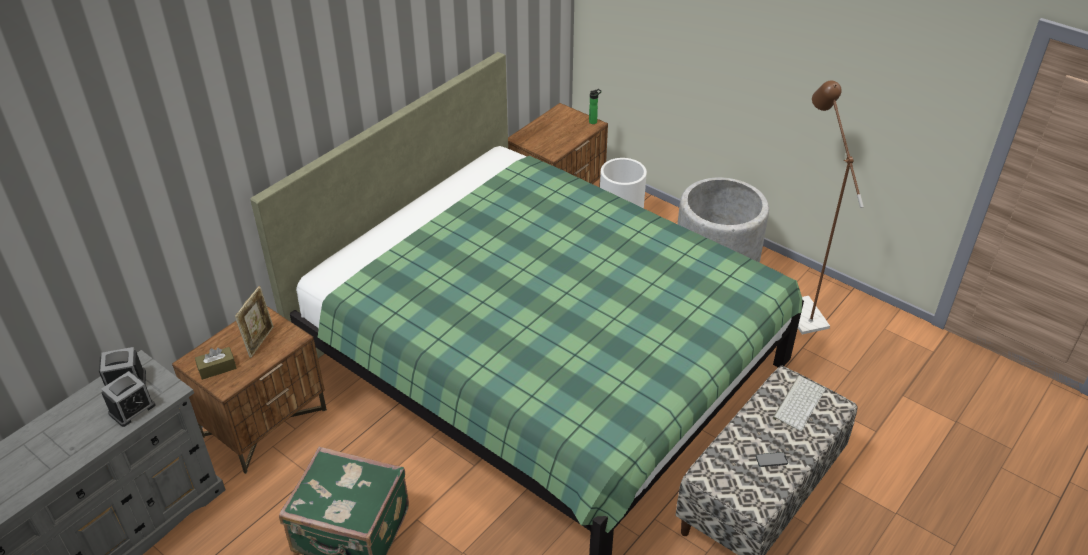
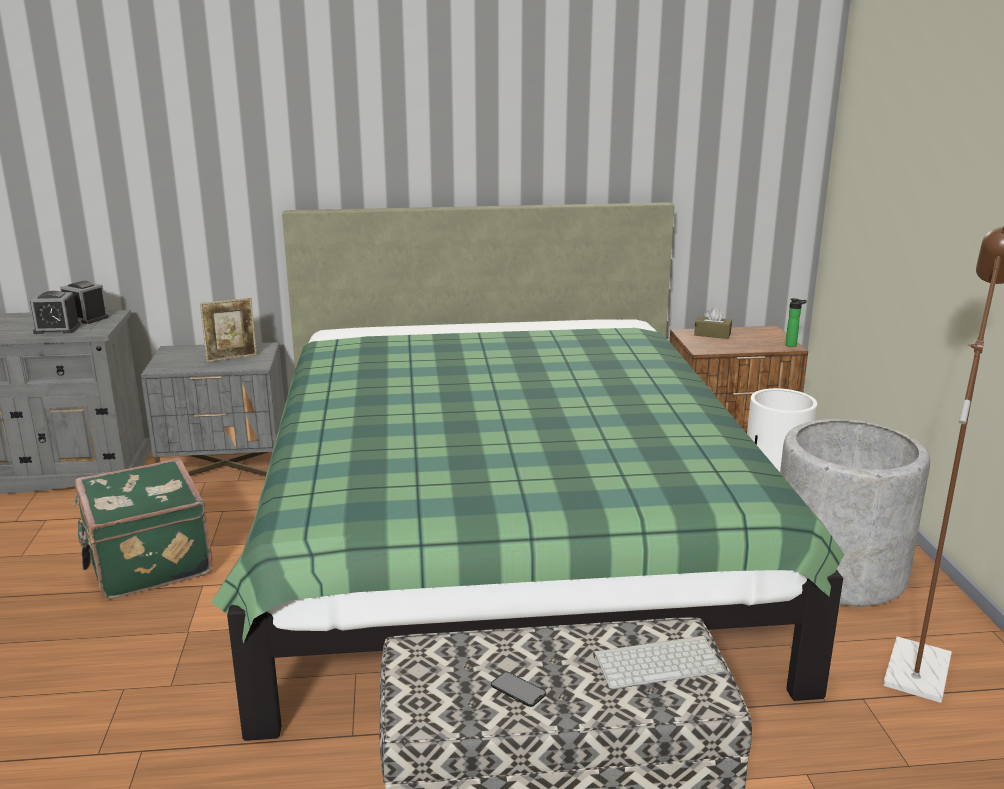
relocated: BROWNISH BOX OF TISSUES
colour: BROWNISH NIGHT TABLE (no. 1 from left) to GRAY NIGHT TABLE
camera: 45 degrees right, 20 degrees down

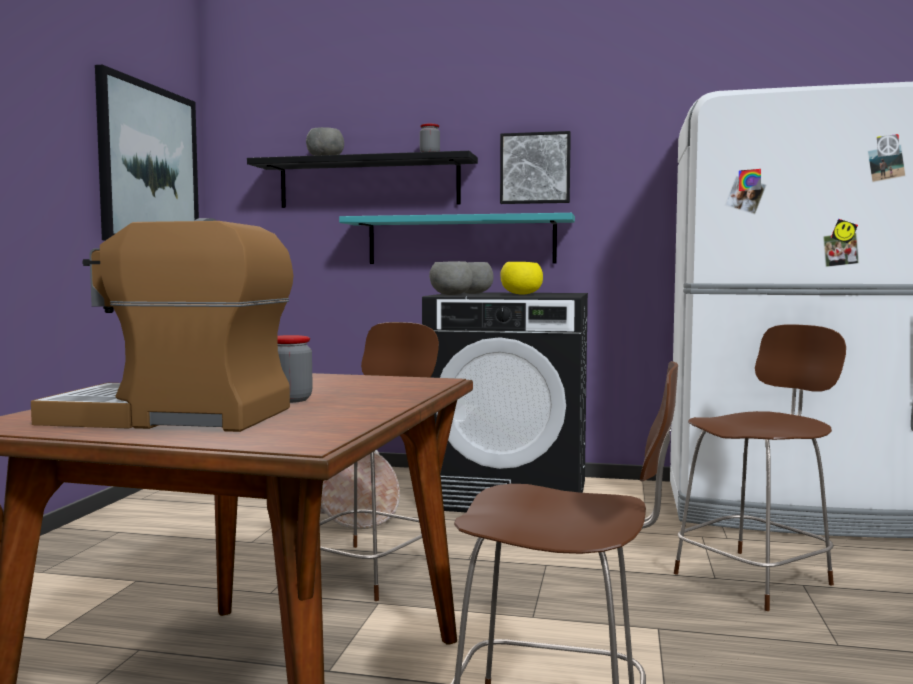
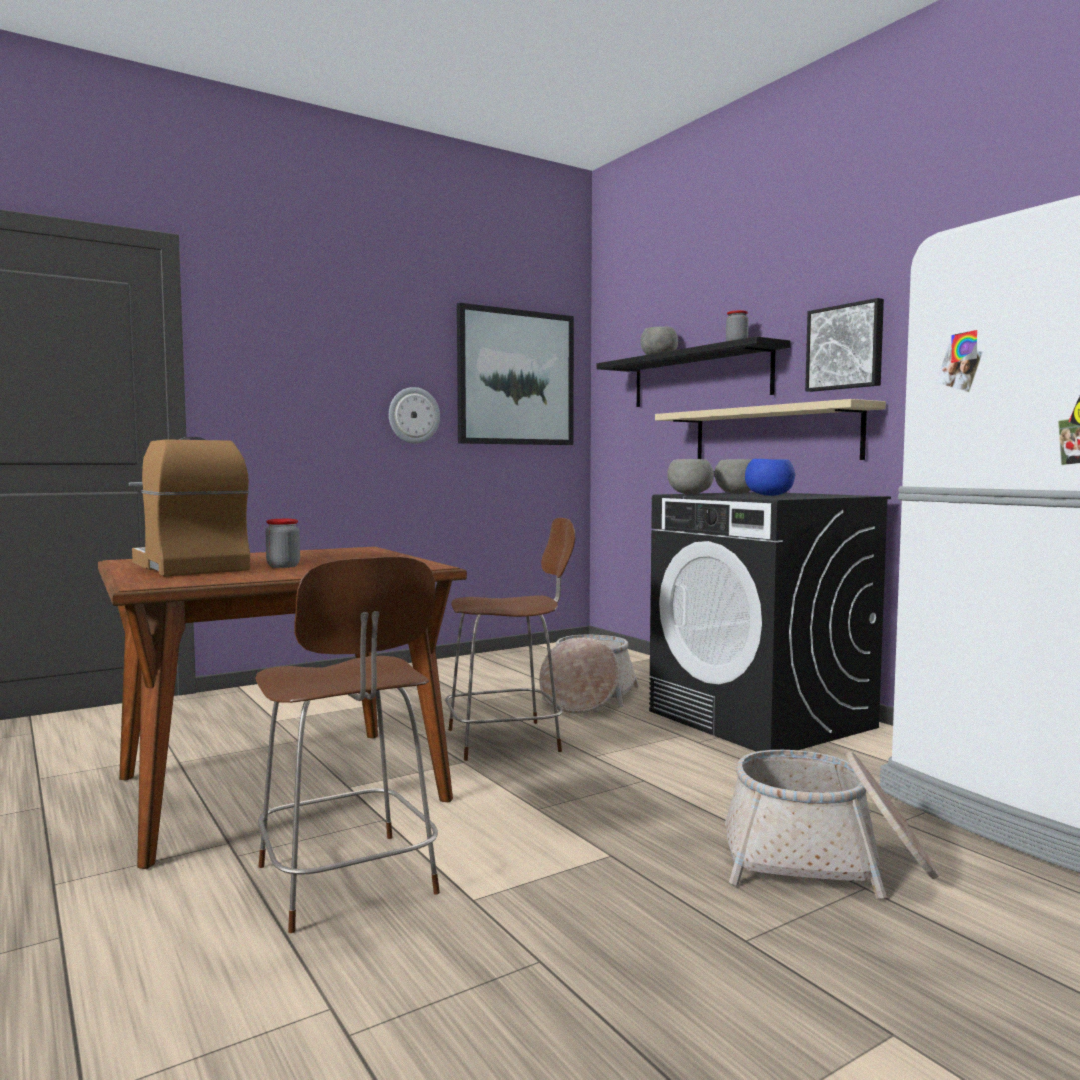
appeared: CLOCK ON THE WALL
exchanged: BROWNISH UPRIGHT CHAIR (no. 3 from left) to HOUSEHOLD BASKET (no. 2 from left)
colour: TURQUOISE BRACKET SHELF to BEIGE BRACKET SHELF; YELLOW-COLOURED SERVING BOWL to BLUISH SERVING BOWL
camera: 45 degrees right, 0 degrees up

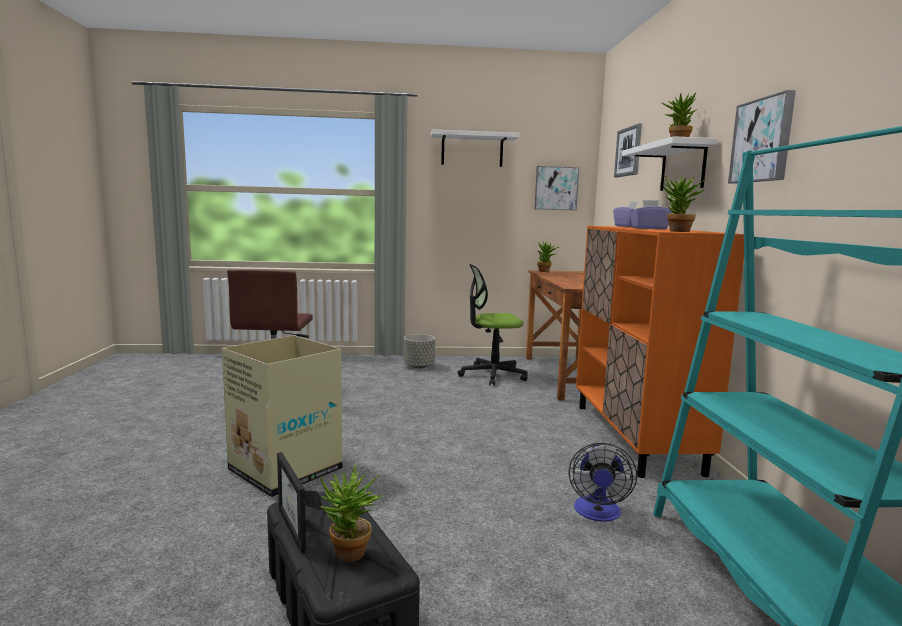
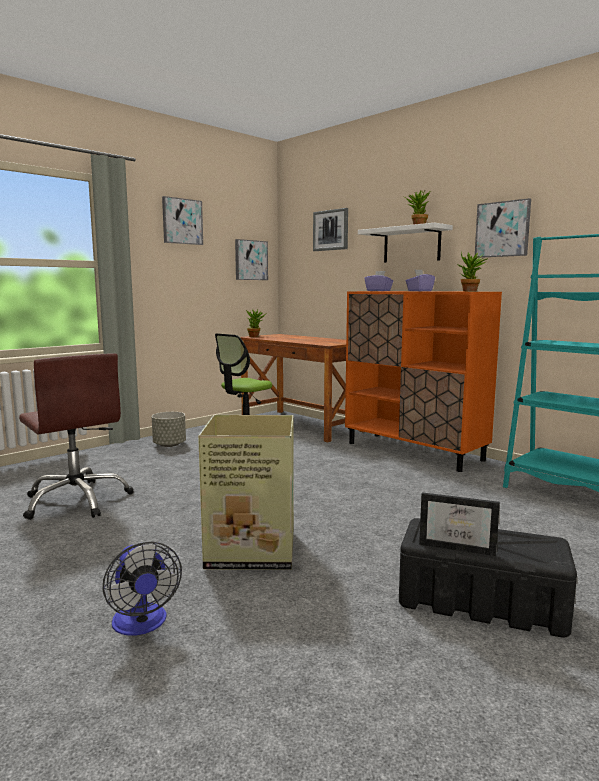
missing: POTTED PLANT (no. 1 from left)
relocated: FAN
exchanged: WHITISH BRACKET SHELF (no. 1 from left) to WALL PICTURE (no. 1 from left)
camera: 40 degrees left, 0 degrees up

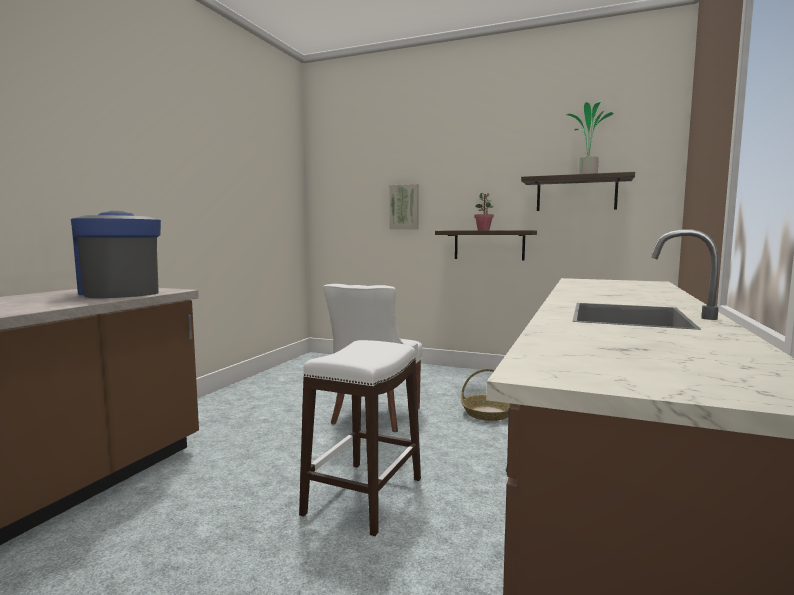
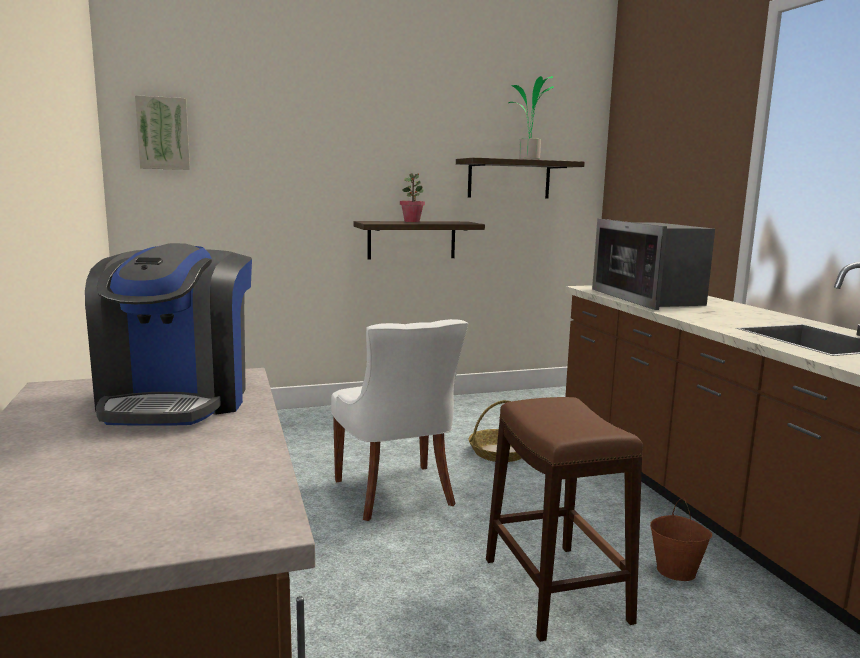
appeared: MICROWAVE; BROWNISH PAIL
relocated: WALL PICTURE
colour: WHITISH STOOL SEAT to BROWNISH STOOL SEAT
spun: COFFEE MAKER 105 degrees counterclockwise
camera: 40 degrees left, 5 degrees up

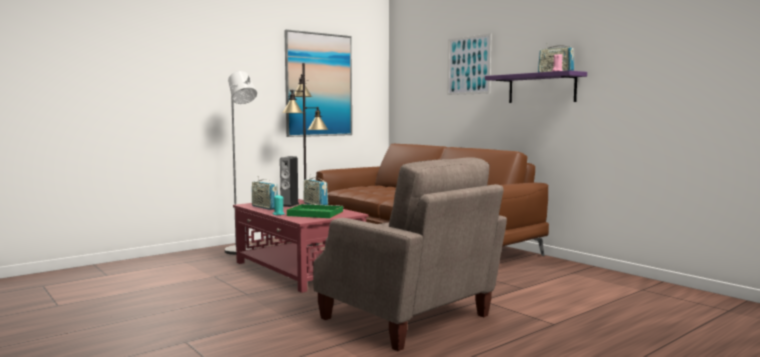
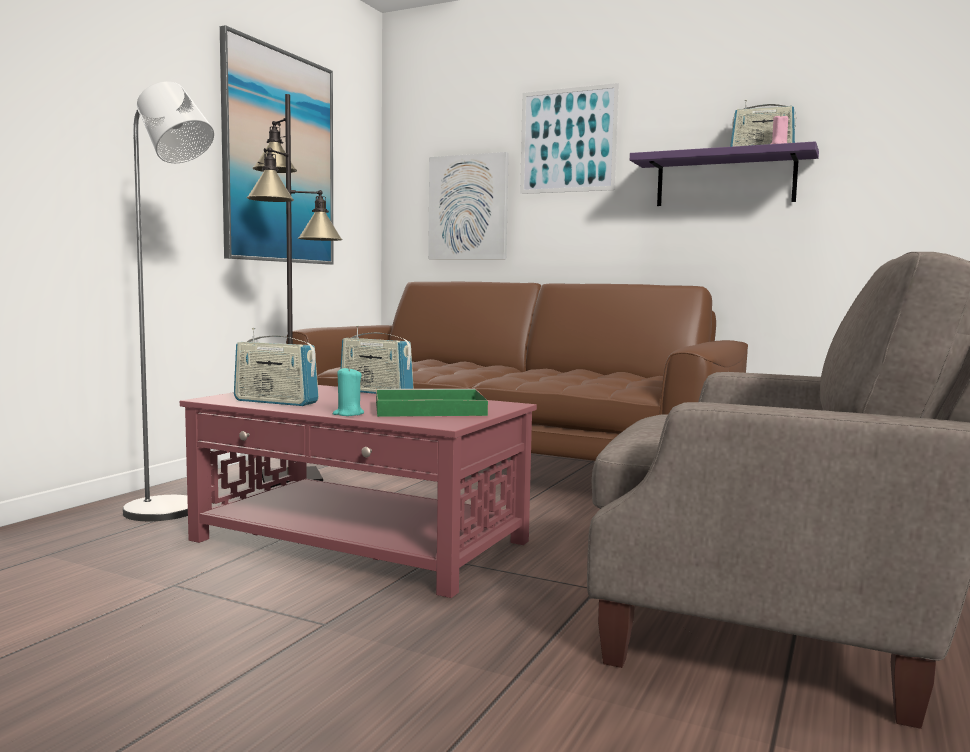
missing: LOUDSPEAKER
appeared: WALL PICTURE (no. 2 from left)
camera: 25 degrees left, 0 degrees up

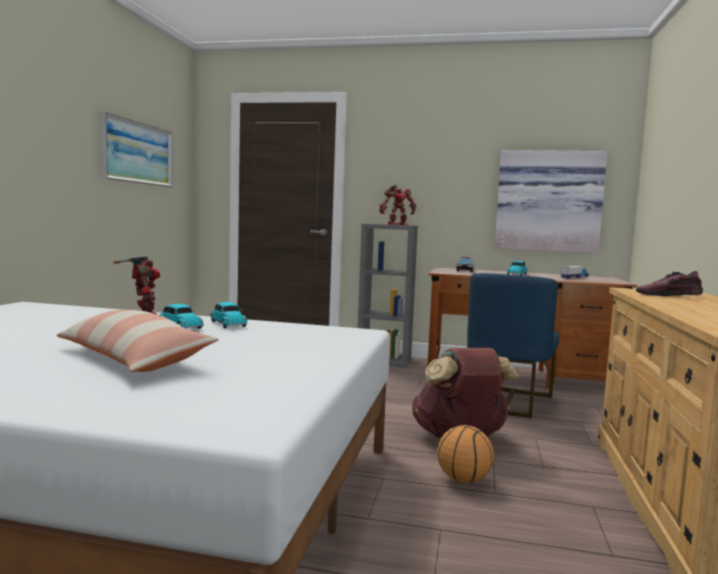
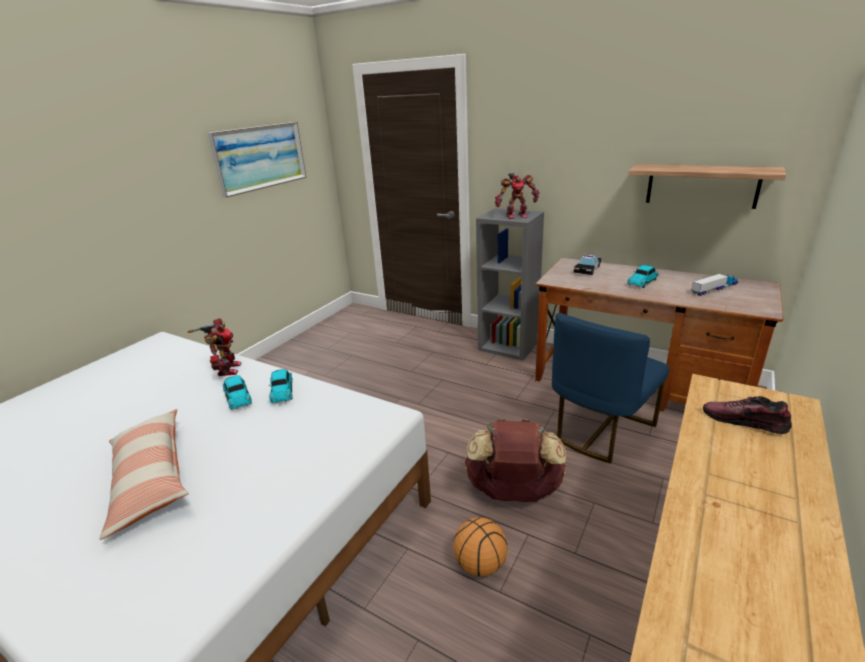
exchanged: WALL PICTURE (no. 2 from left) to BRACKET SHELF
camera: 20 degrees right, 20 degrees up

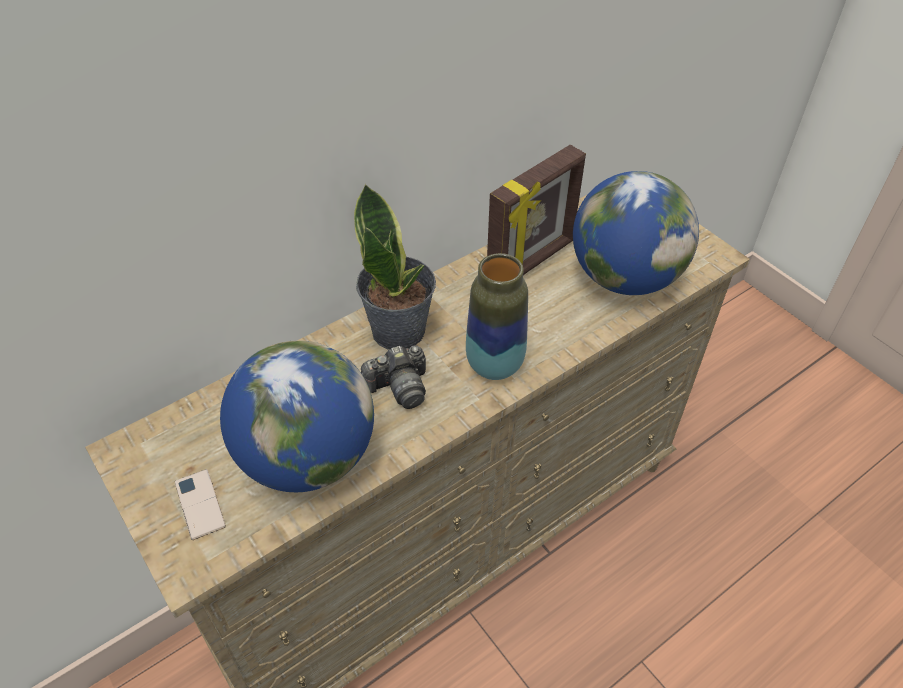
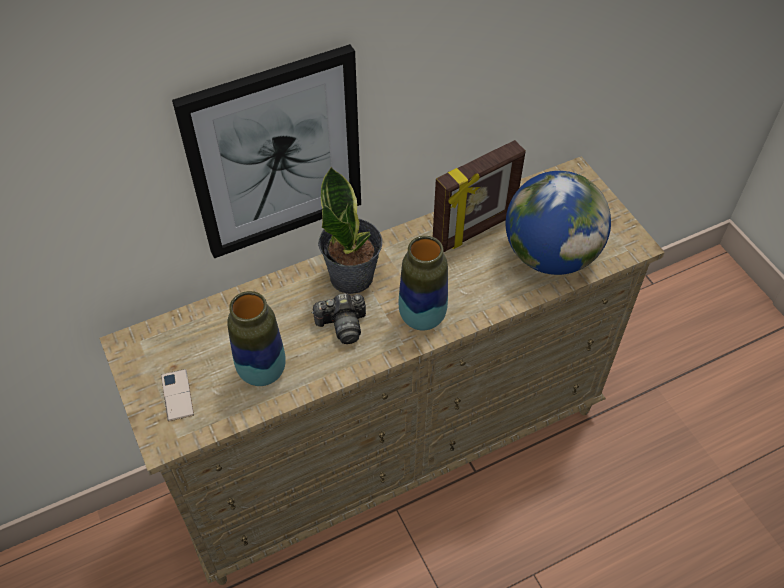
appeared: WALL PICTURE
exchanged: DESK GLOBE (no. 1 from left) to FLOWER VASE (no. 1 from left)
camera: 10 degrees right, 5 degrees up

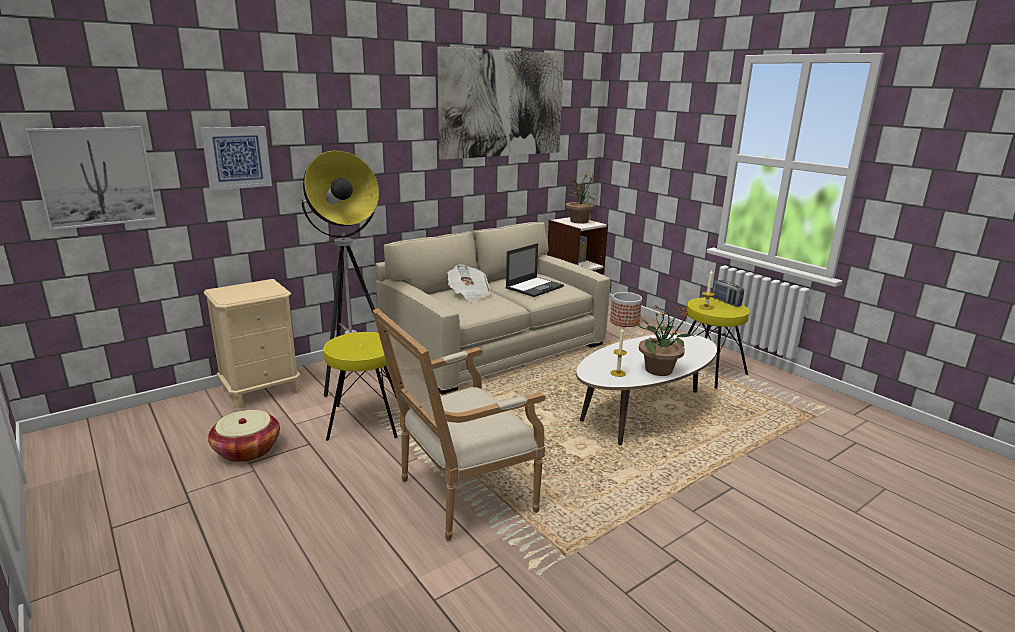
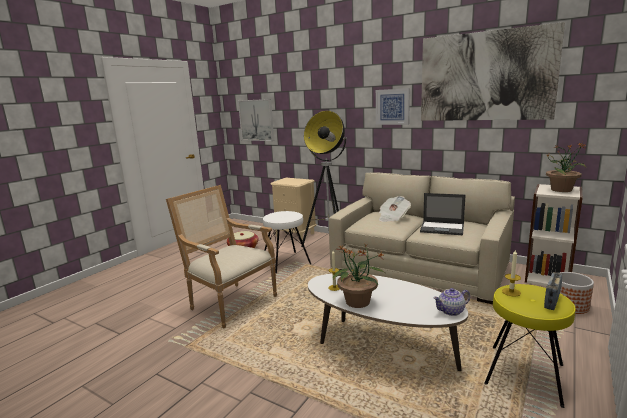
appeared: POT FOR TEA
relocated: WALL PICTURE (no. 2 from left)
colour: YELLOW-COLOURED STOOL SEAT (no. 1 from left) to WHITISH STOOL SEAT
camera: 70 degrees right, 5 degrees down

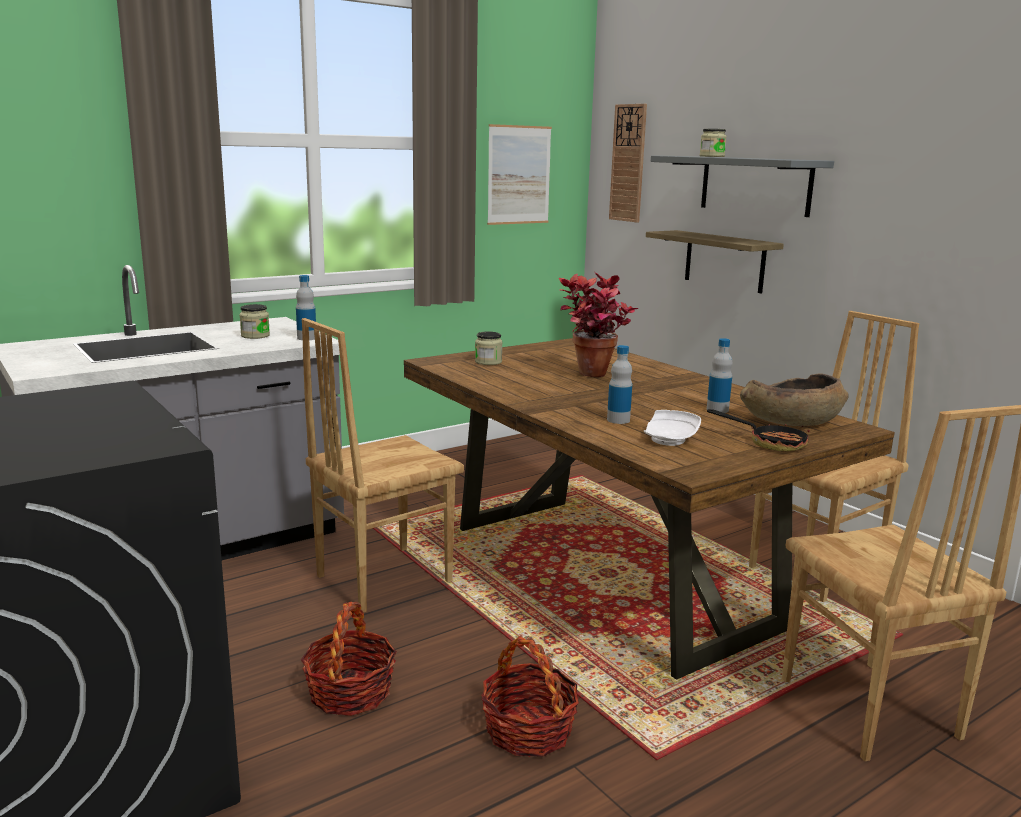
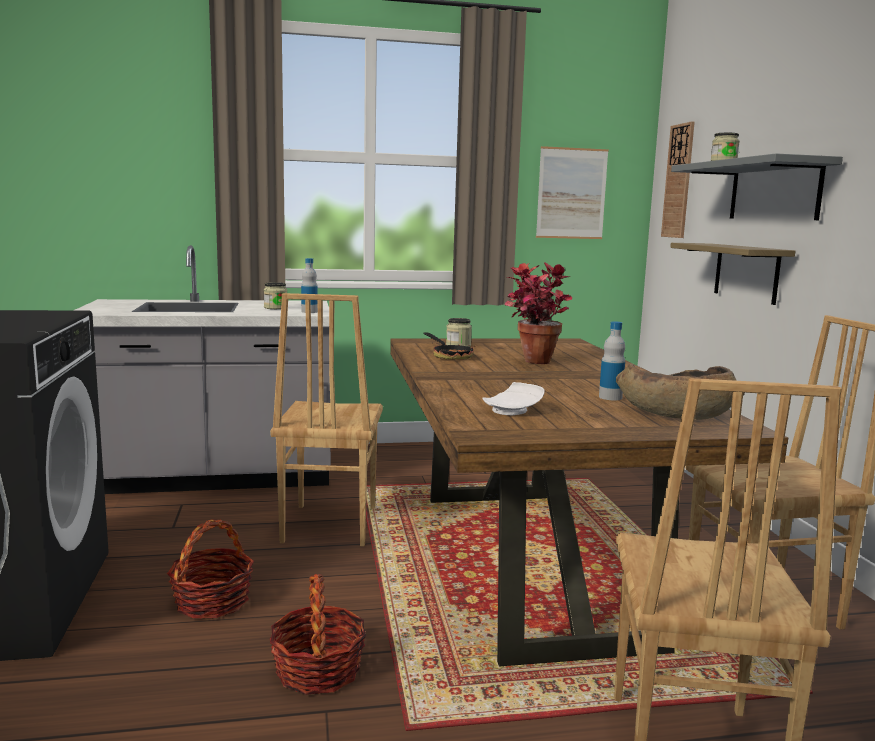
missing: DRINK BOTTLE (no. 2 from left)
relocated: FRYING PAN
spun: BROWNISH UPRIGHT CHAIR (no. 1 from left) 75 degrees counterclockwise
camera: 25 degrees right, 5 degrees down

